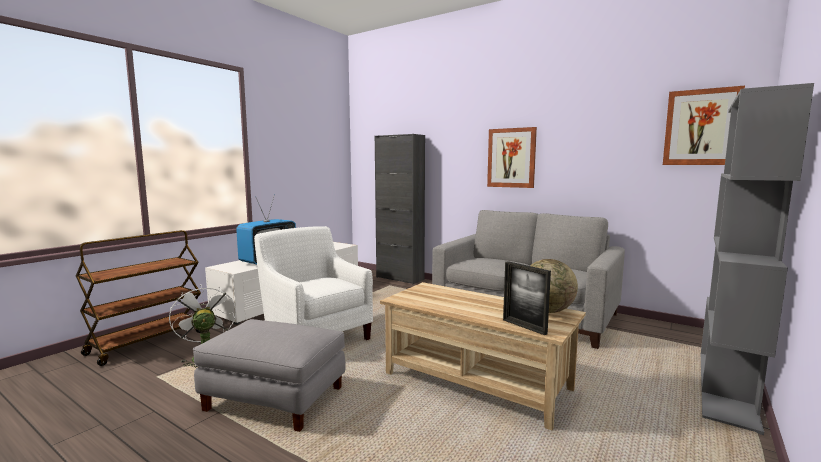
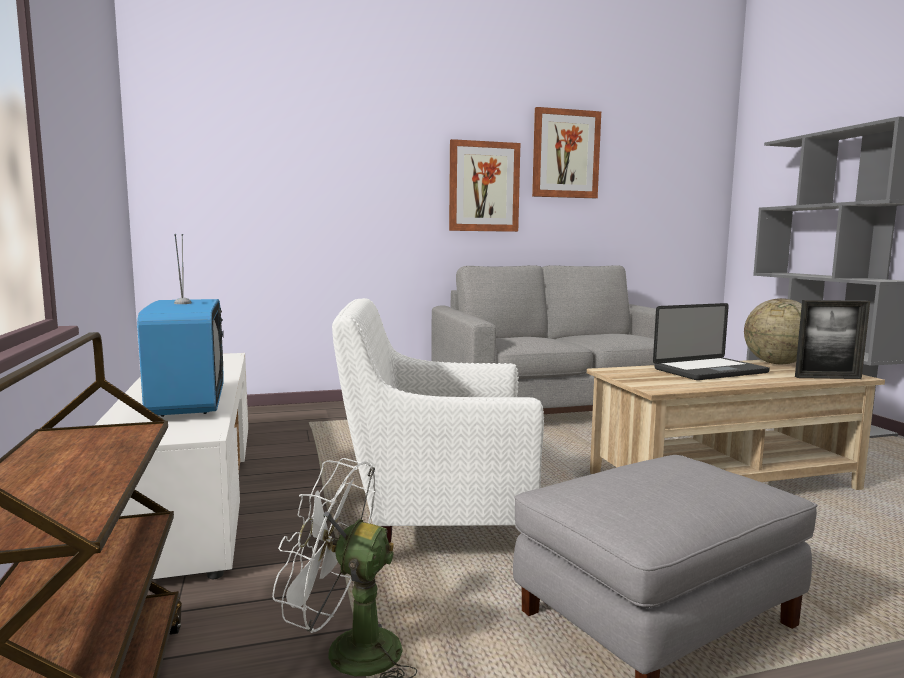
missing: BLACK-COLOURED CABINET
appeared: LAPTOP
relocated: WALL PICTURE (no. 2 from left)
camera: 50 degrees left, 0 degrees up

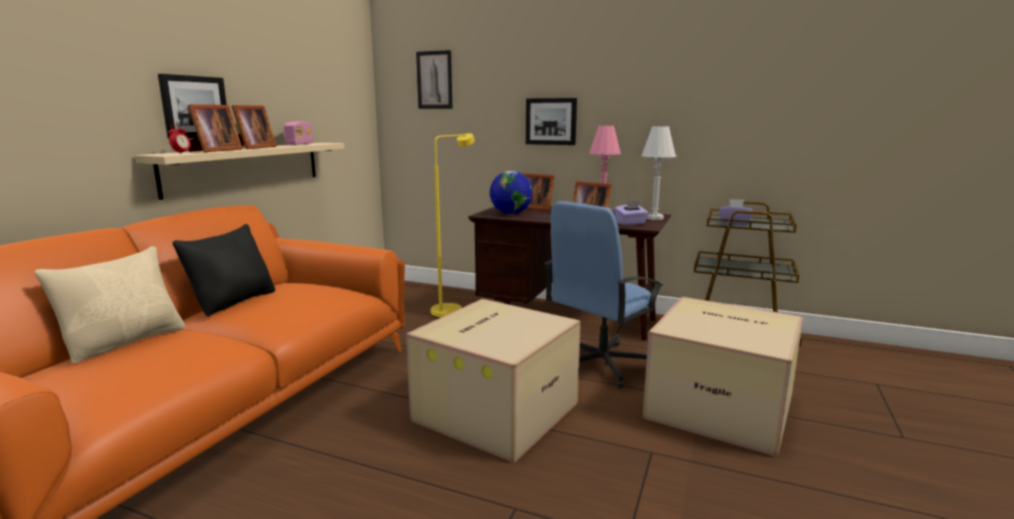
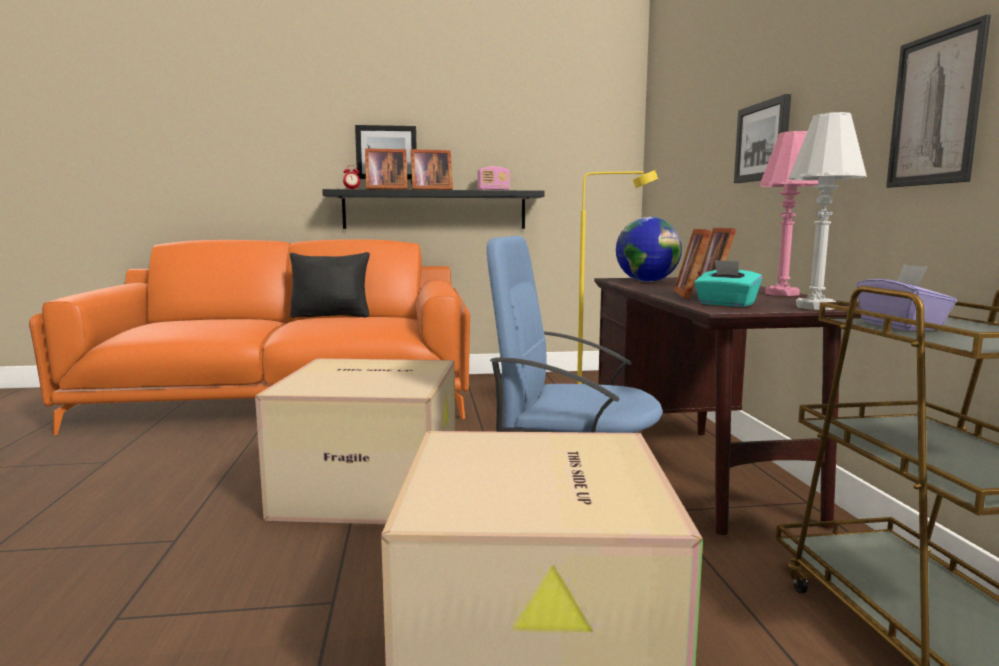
missing: BEIGE CUSHION
relocated: WALL PICTURE (no. 2 from left in the first image) to WALL PICTURE (no. 3 from left)
colour: BEIGE BRACKET SHELF to BLACK-COLOURED BRACKET SHELF; PURPLE-COLOURED BOX OF TISSUES (no. 1 from left) to TURQUOISE BOX OF TISSUES
camera: 60 degrees right, 5 degrees down

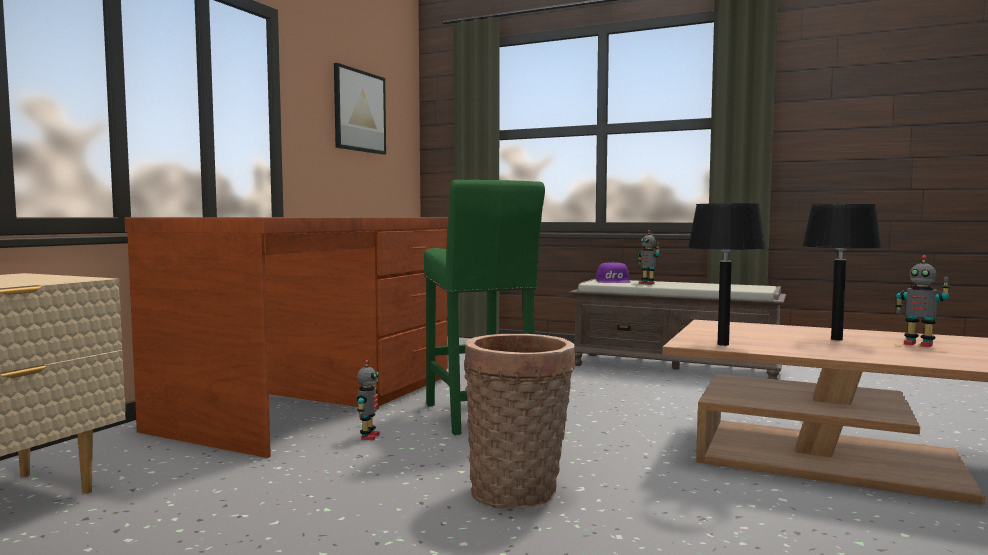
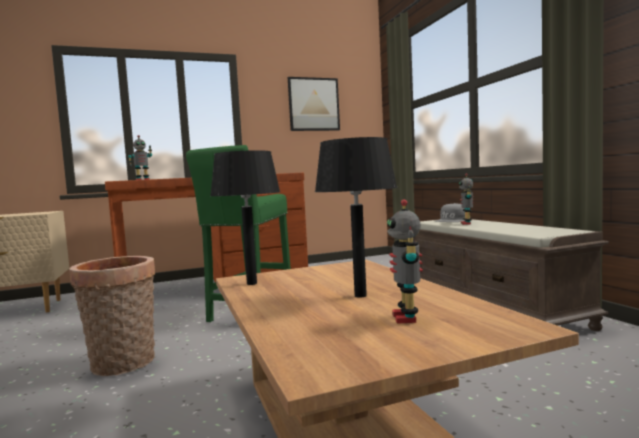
relocated: TOY ROBOT (no. 1 from left)
colour: PURPLE-COLOURED CAP to GRAY CAP
camera: 45 degrees right, 0 degrees up

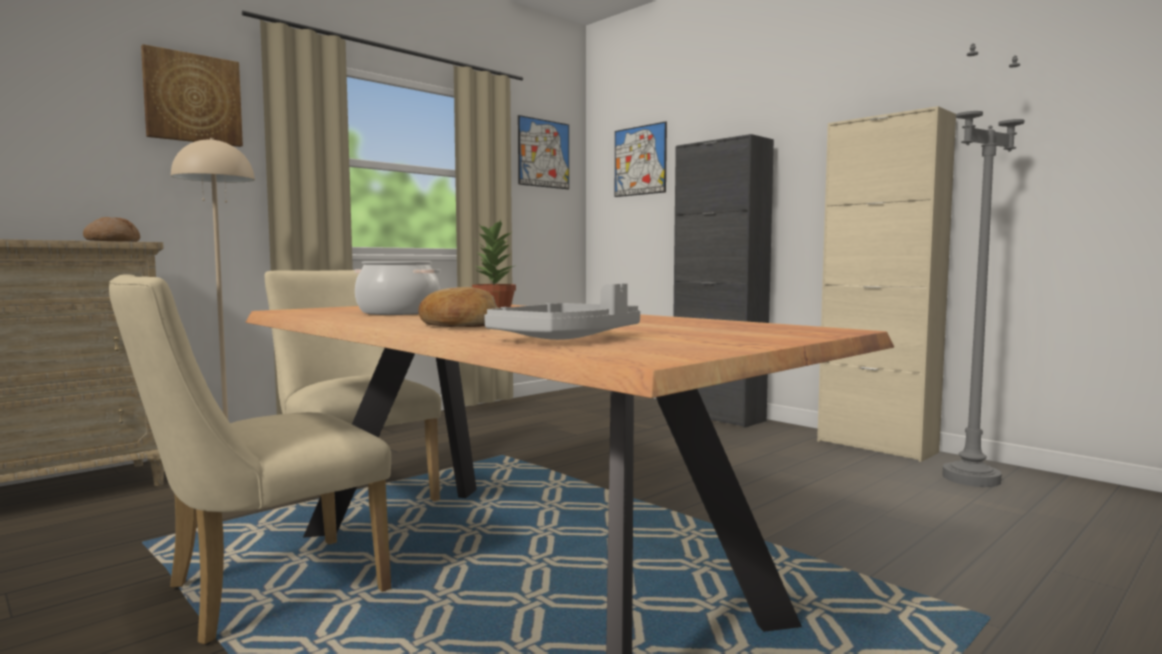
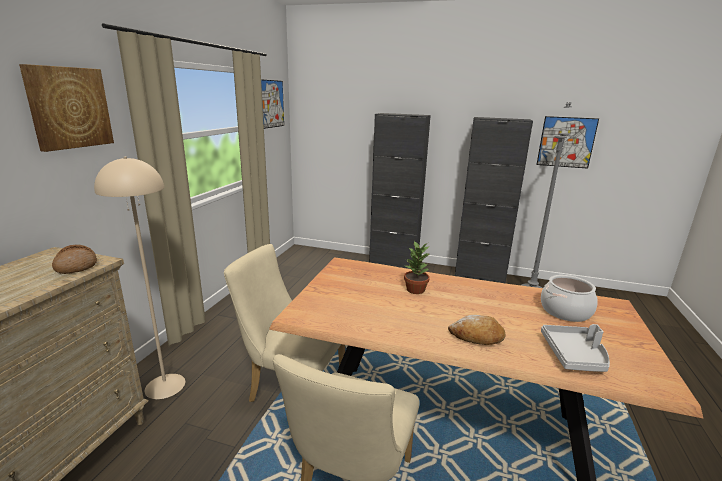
relocated: WALL PICTURE (no. 3 from left); STOCKPOT
colour: BEIGE CABINET to BLACK-COLOURED CABINET (no. 2 from left)
camera: 30 degrees left, 15 degrees up

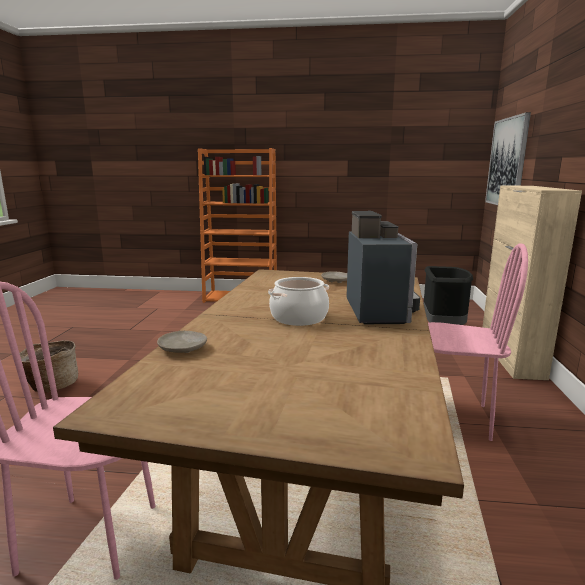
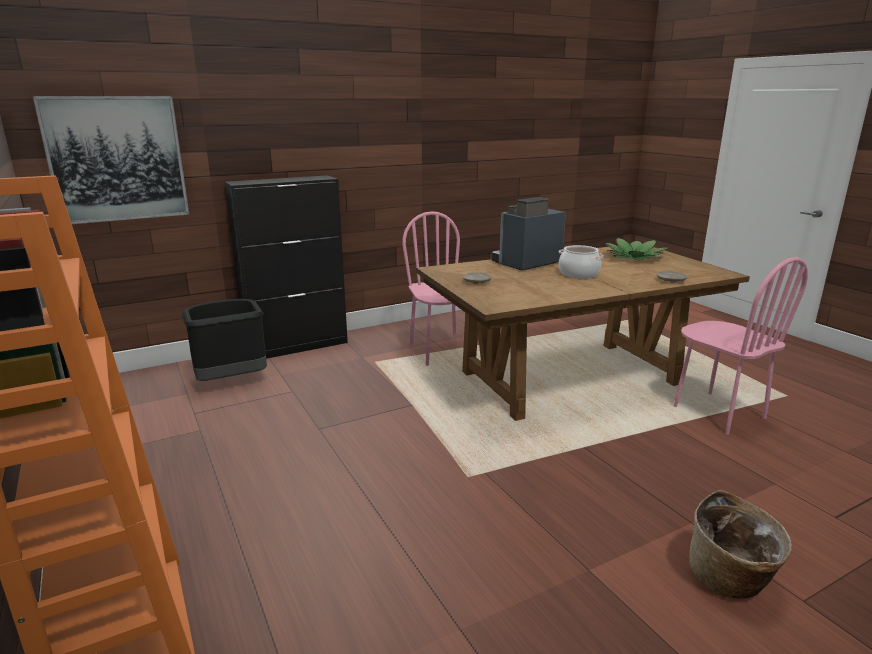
appeared: POTTED PLANT
colour: BEIGE CABINET to BLACK-COLOURED CABINET
camera: 125 degrees left, 5 degrees up

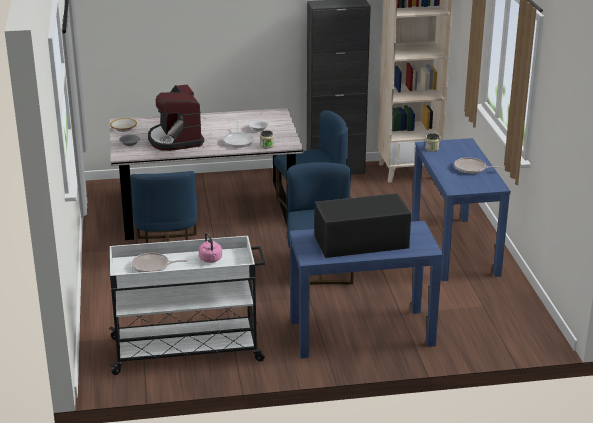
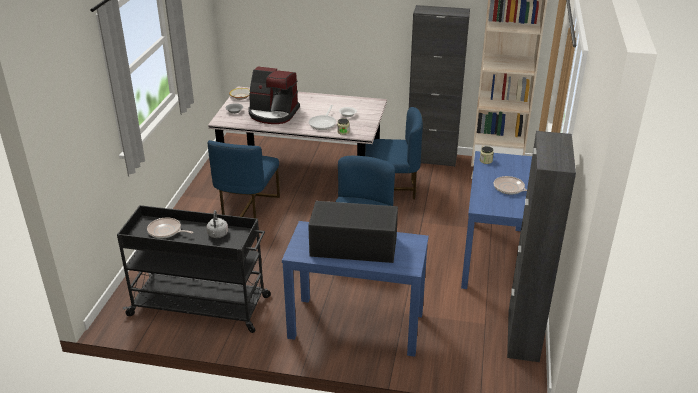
appeared: BLACK-COLOURED CABINET (no. 2 from left)
colour: PINK-COLOURED TEA KETTLE to GRAY TEA KETTLE; WHITISH CART to BLACK-COLOURED CART
spun: COFFEE MAKER 75 degrees counterclockwise
camera: 20 degrees right, 5 degrees up

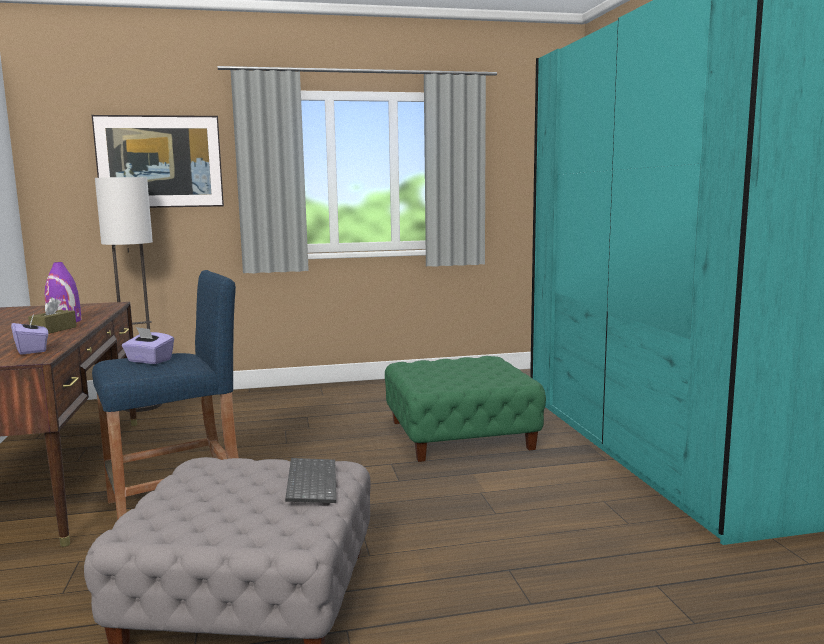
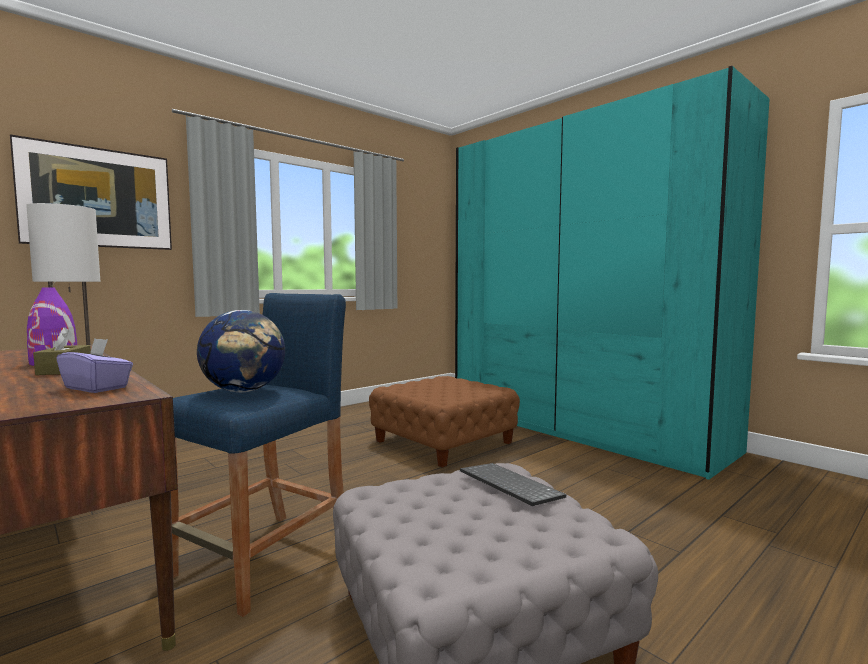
exchanged: PURPLE-COLOURED BOX OF TISSUES (no. 2 from left) to DESK GLOBE
colour: GREEN FOOTREST to BROWNISH FOOTREST
camera: 30 degrees left, 5 degrees down

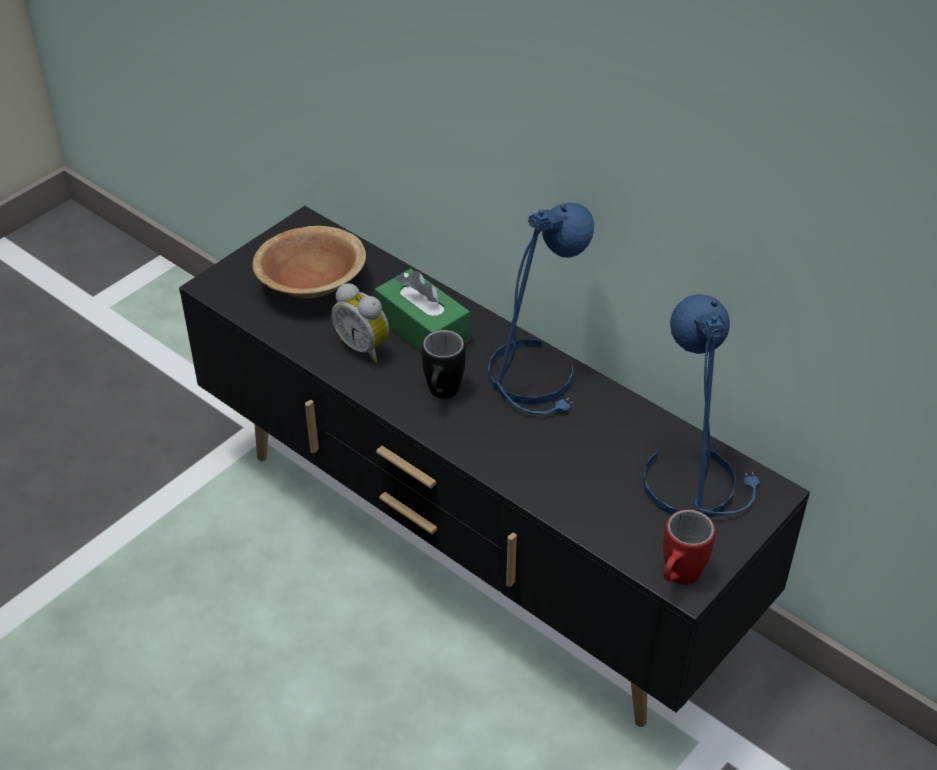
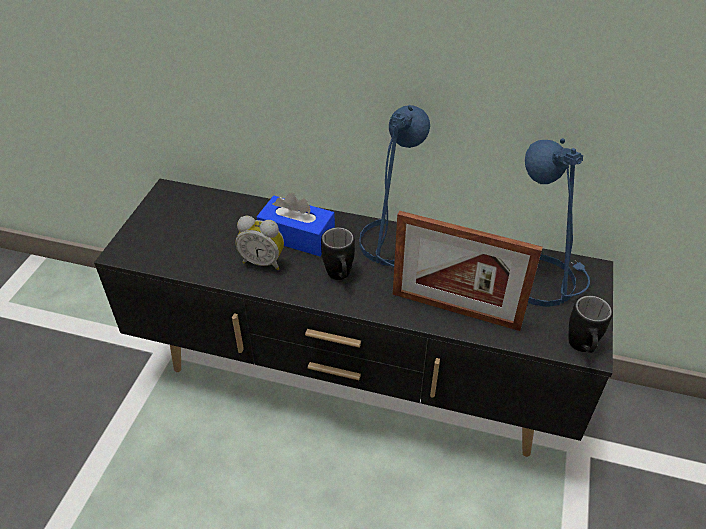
missing: BROWNISH SERVING BOWL
appeared: PHOTO FRAME
colour: GREEN BOX OF TISSUES to BLUISH BOX OF TISSUES; REDDISH MUG to BLACK-COLOURED MUG (no. 2 from left)
camera: 25 degrees left, 0 degrees up

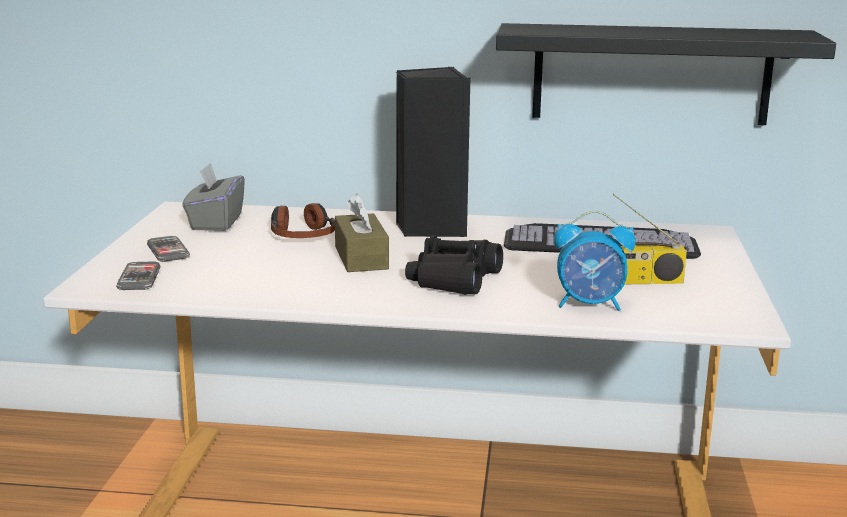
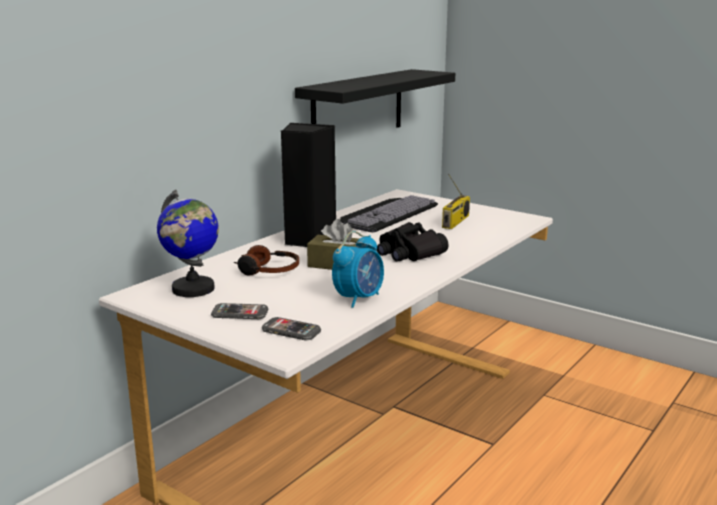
relocated: TABLE CLOCK
exchanged: GRAY BOX OF TISSUES to DESK GLOBE
camera: 60 degrees left, 0 degrees up

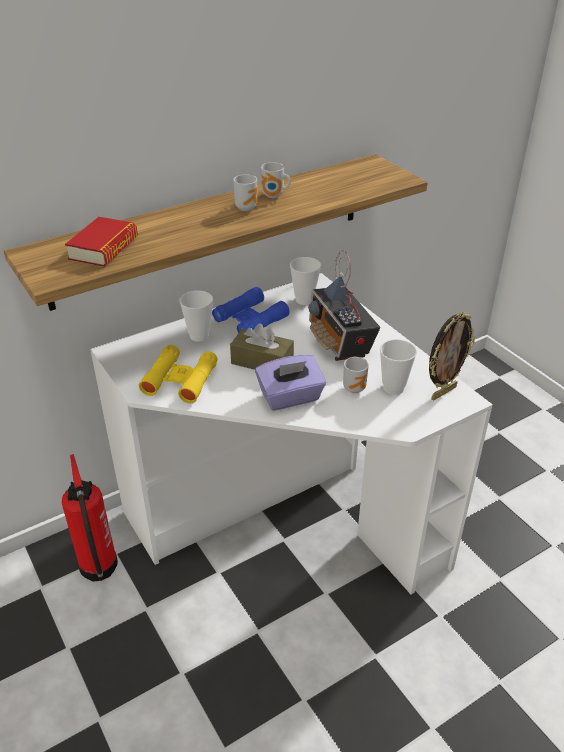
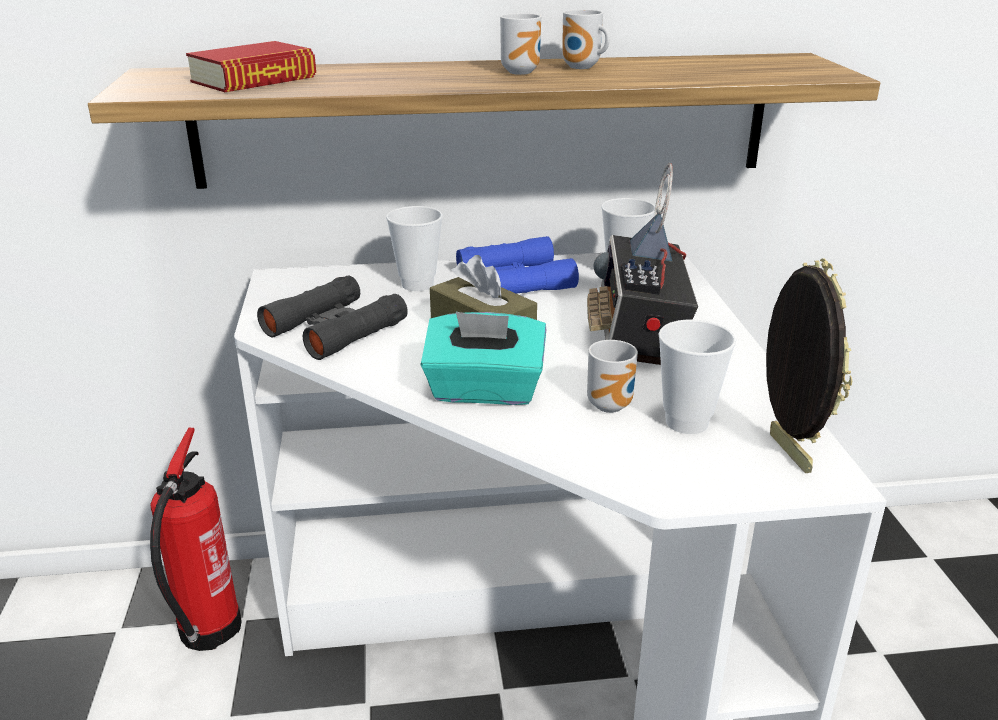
colour: YELLOW-COLOURED PAIR OF BINOCULARS to BLACK-COLOURED PAIR OF BINOCULARS; PURPLE-COLOURED BOX OF TISSUES to TURQUOISE BOX OF TISSUES
spun: PHOTO FRAME 90 degrees counterclockwise
camera: 25 degrees right, 10 degrees down

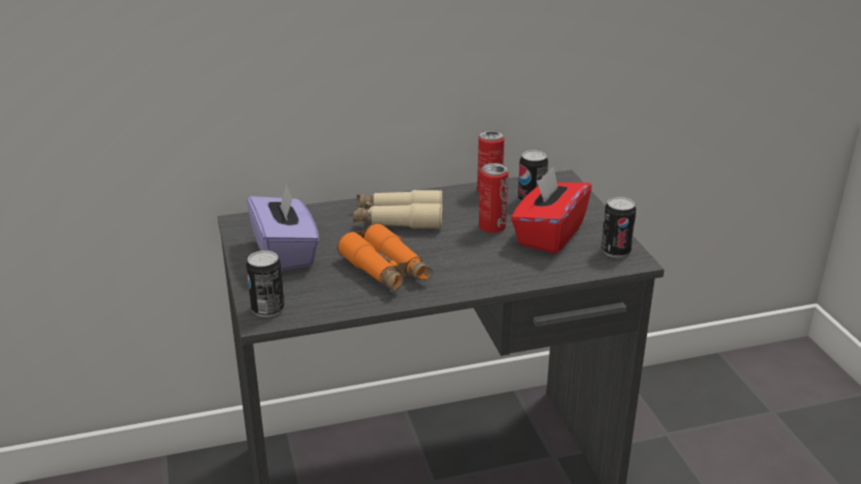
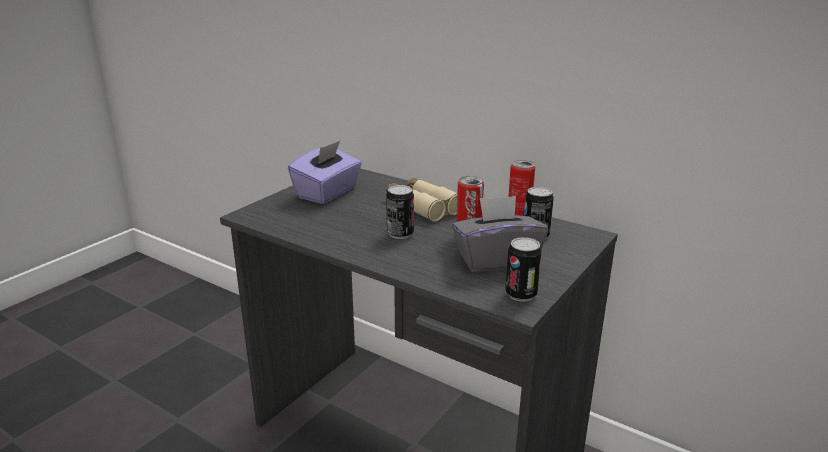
missing: ORANGEY PAIR OF BINOCULARS
relocated: METAL CAN (no. 1 from left)
colour: REDDISH BOX OF TISSUES to GRAY BOX OF TISSUES
camera: 50 degrees right, 5 degrees down

